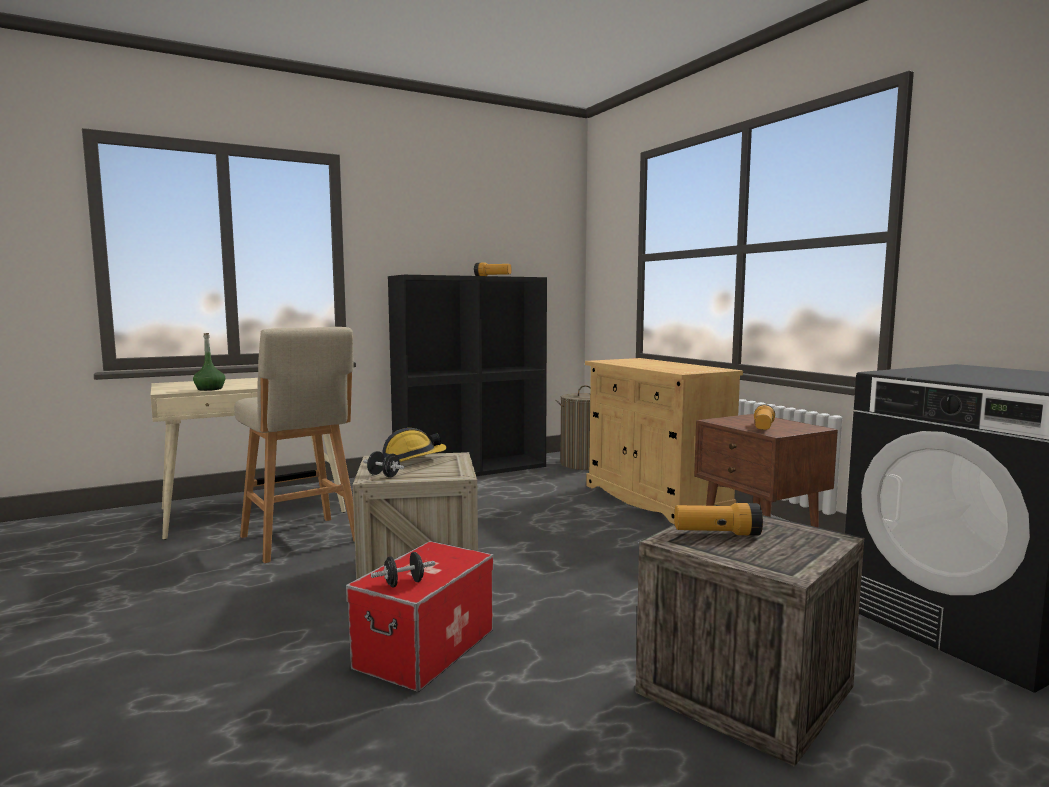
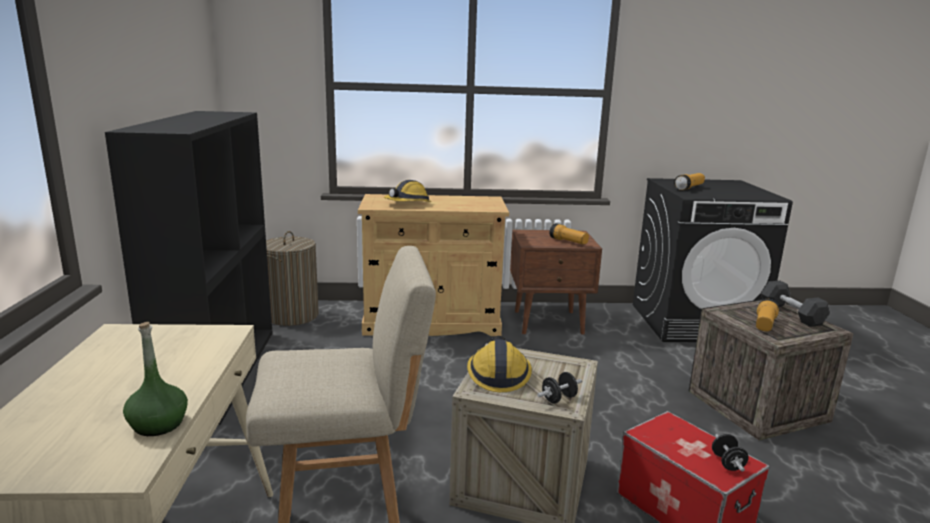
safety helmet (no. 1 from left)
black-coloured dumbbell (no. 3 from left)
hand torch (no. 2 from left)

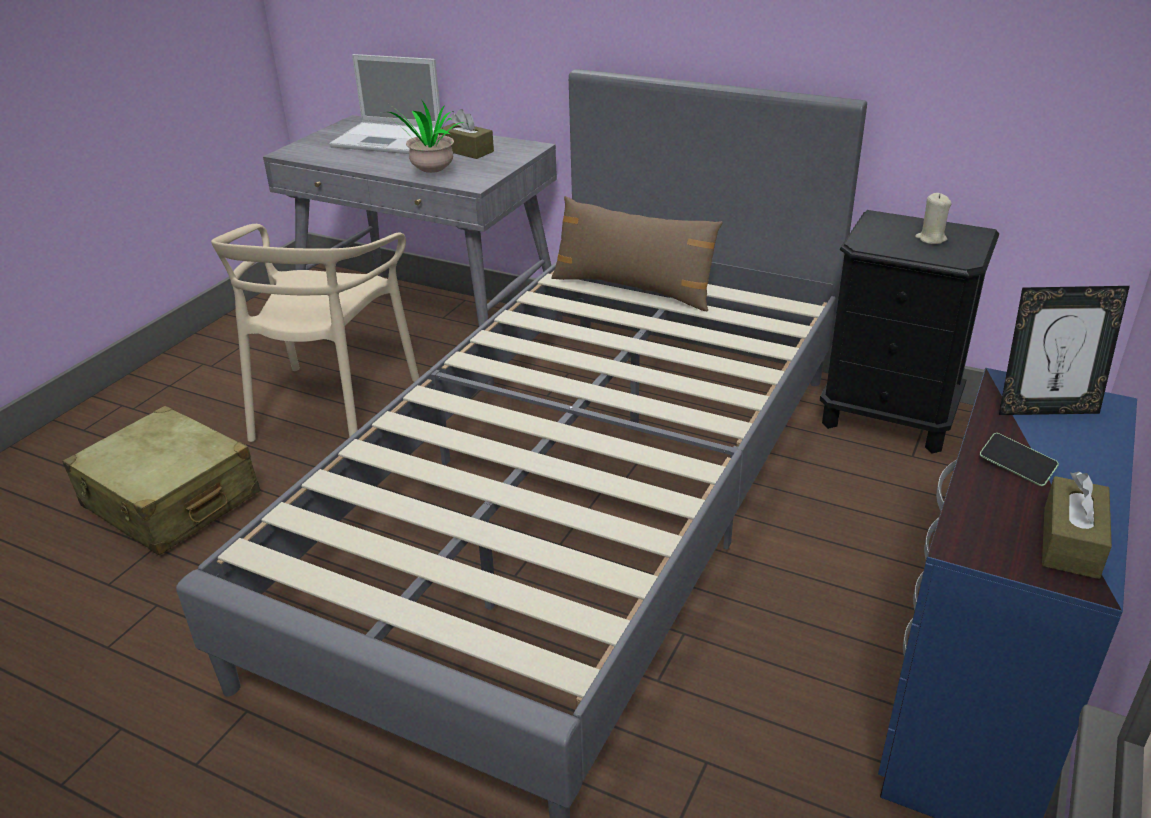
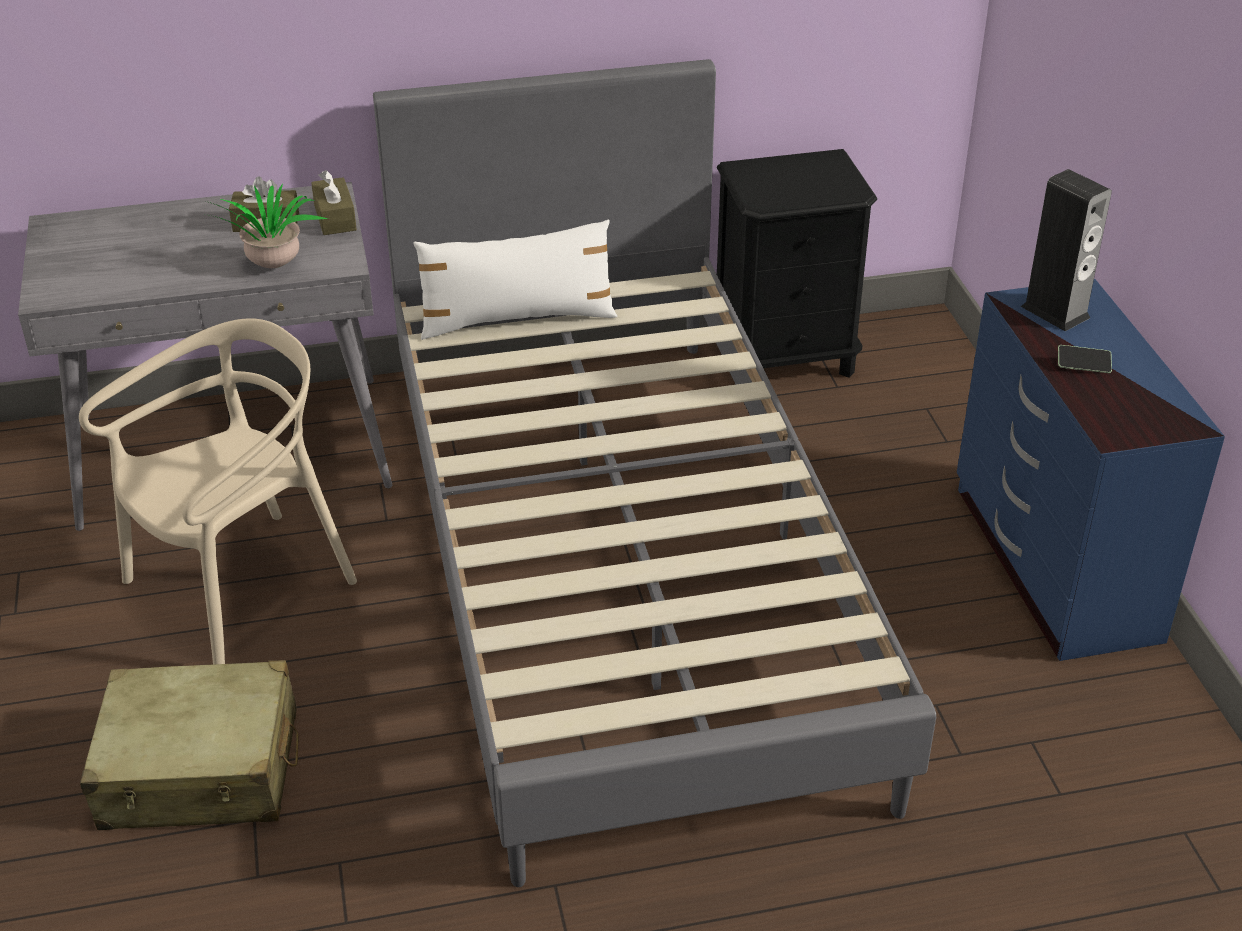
laptop
beige wax candle
brown box of tissues (no. 2 from left)
speaker
white pillow
beige plain chair

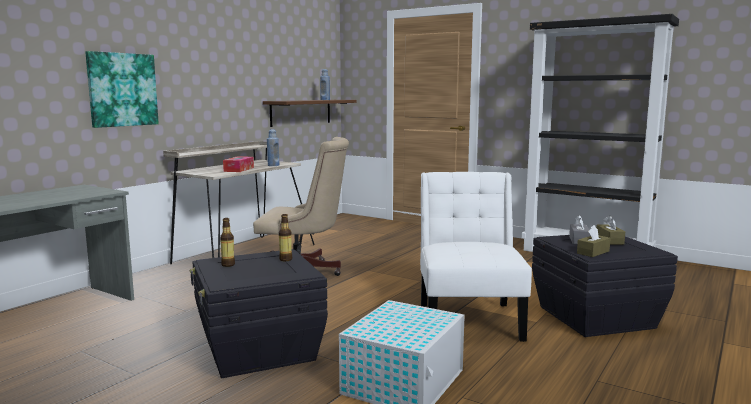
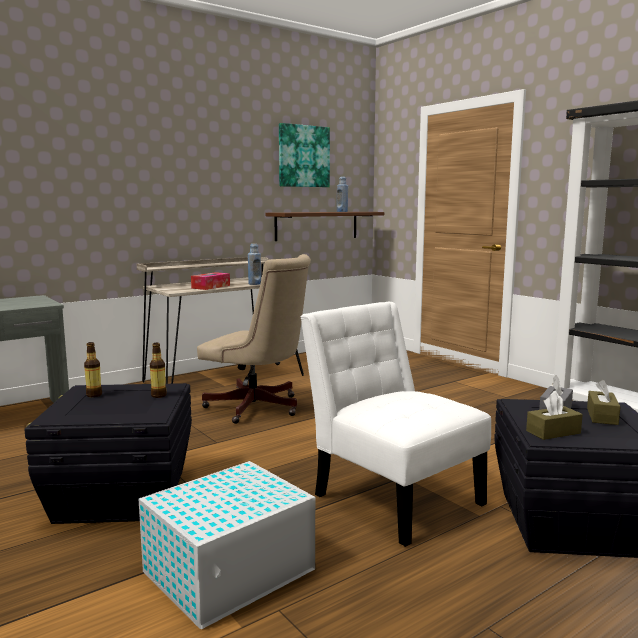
wall art
white plain chair

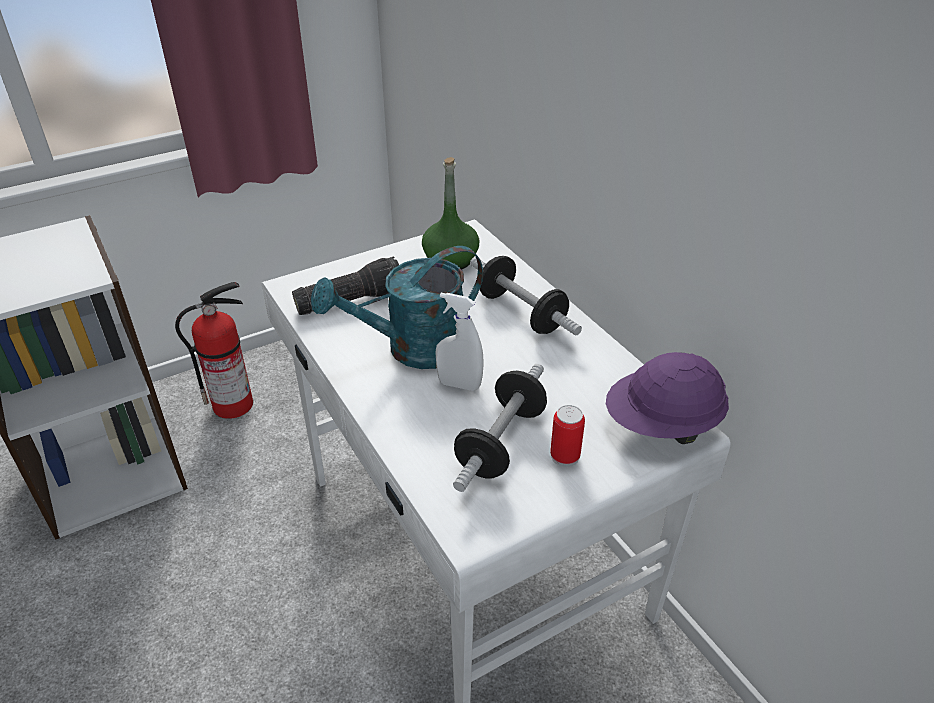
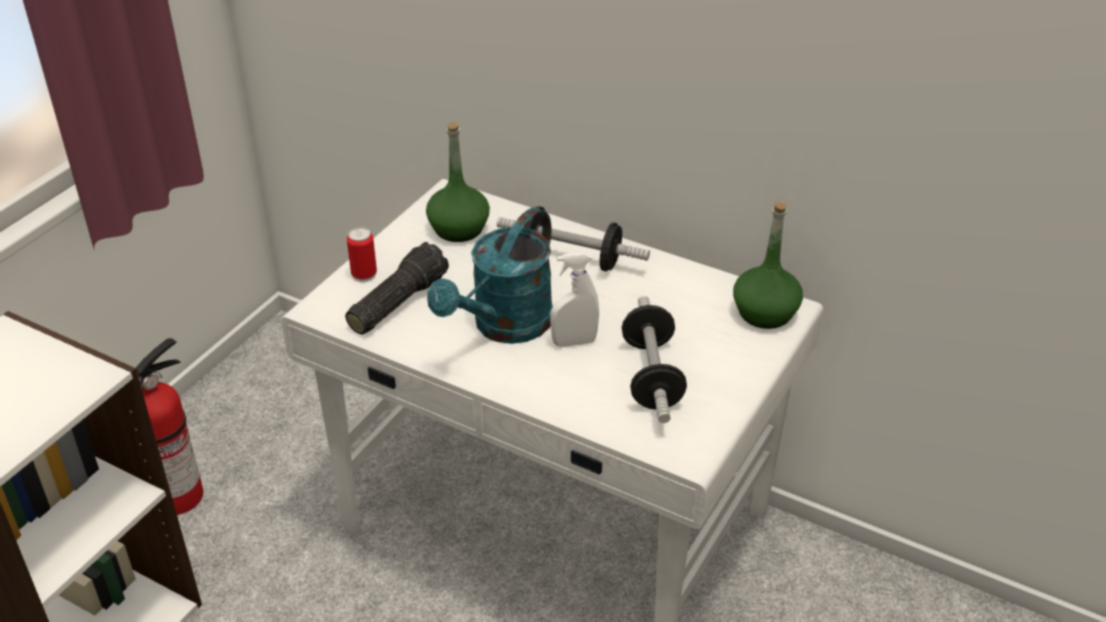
can
green bottle (no. 2 from left)

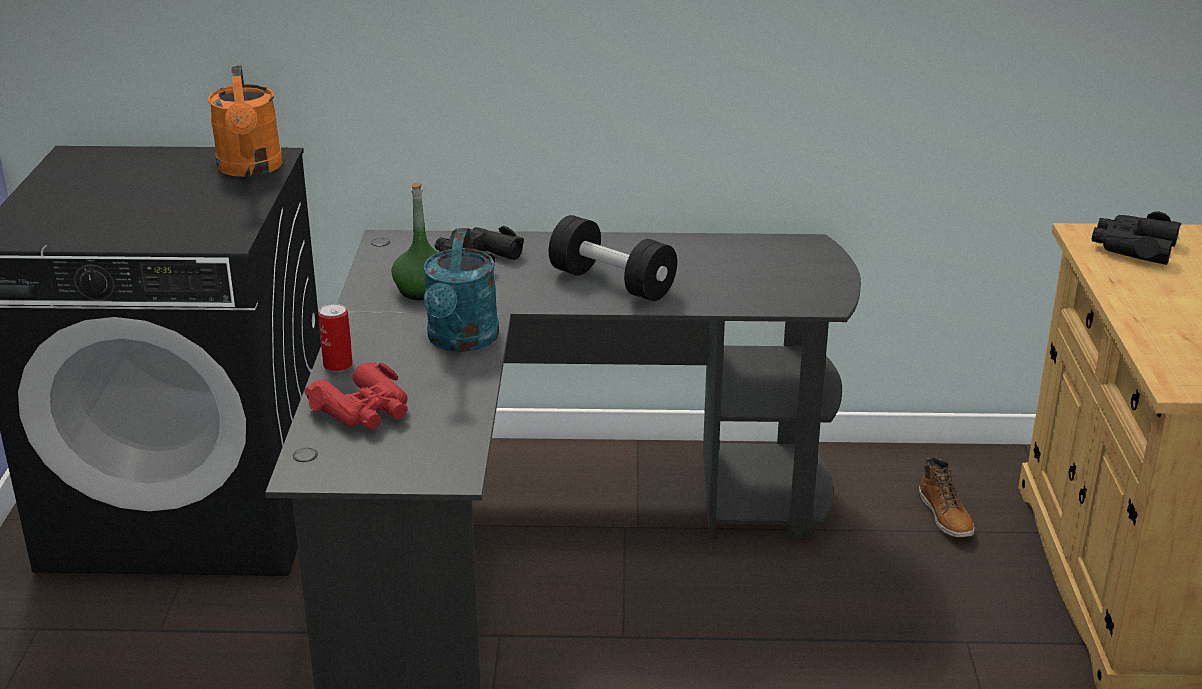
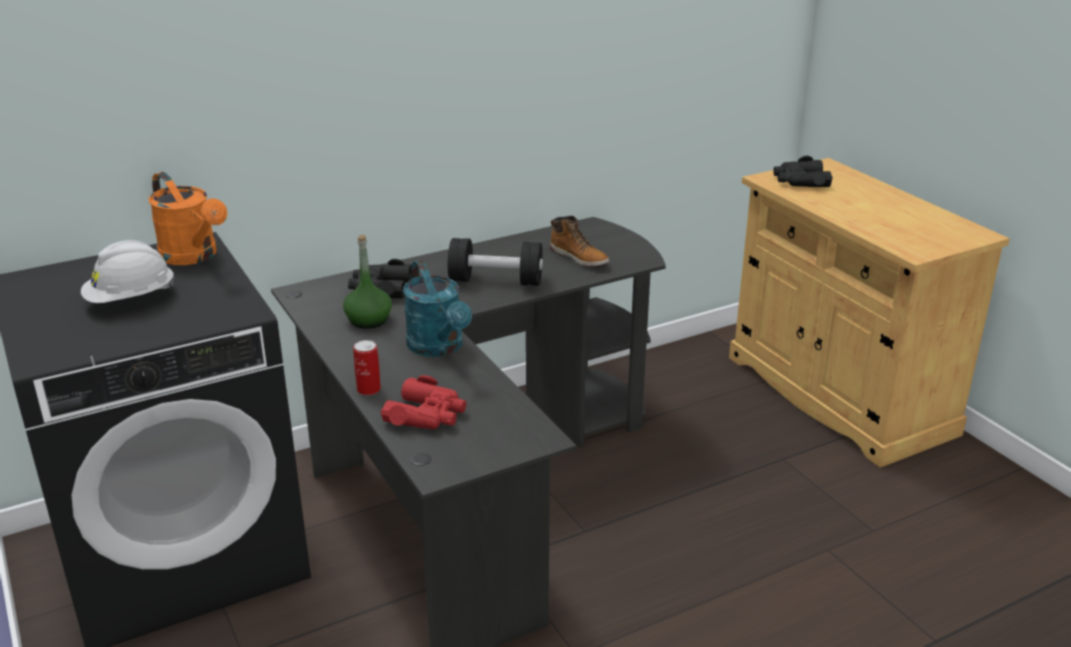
white safety helmet
boot

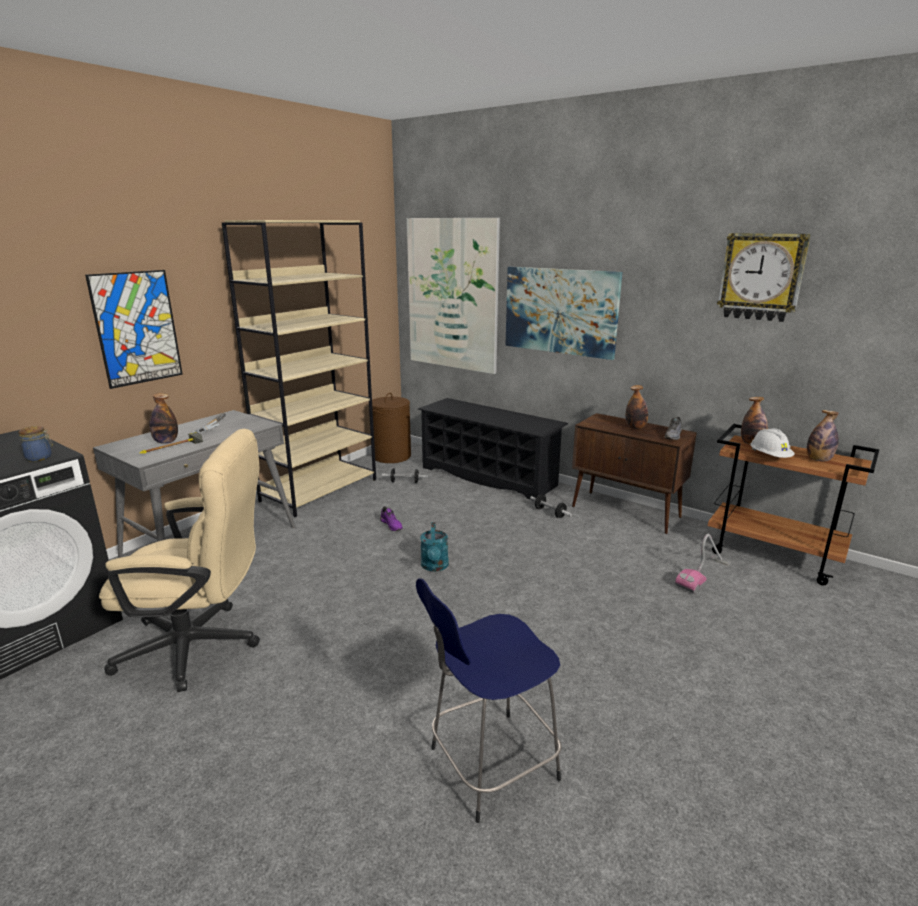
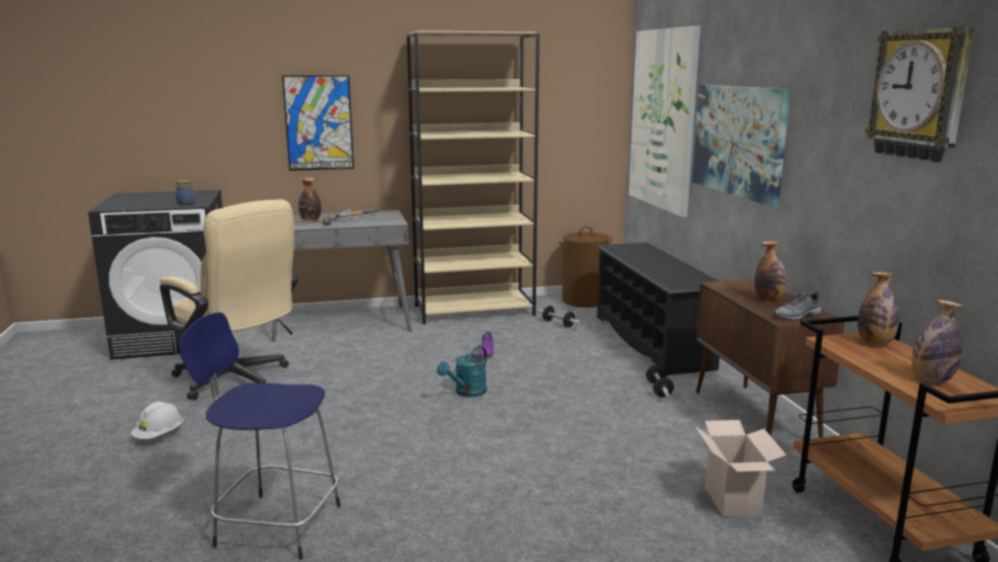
white safety helmet
packing box

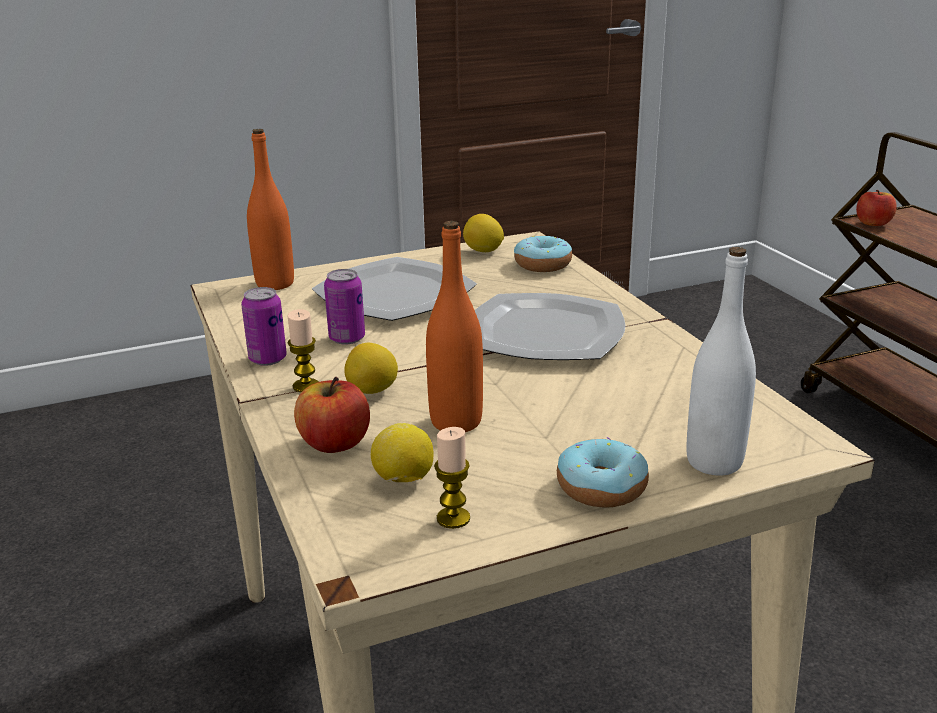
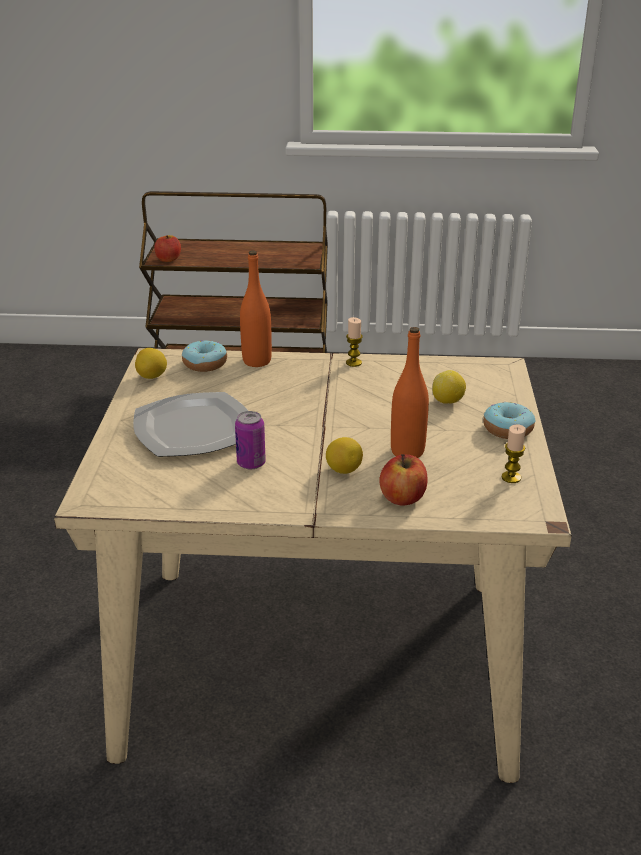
can (no. 1 from left in the first image)
plate (no. 2 from left in the first image)
white bottle
orangey bottle (no. 1 from left)
wax candle (no. 1 from left)
whole lemon (no. 3 from left)

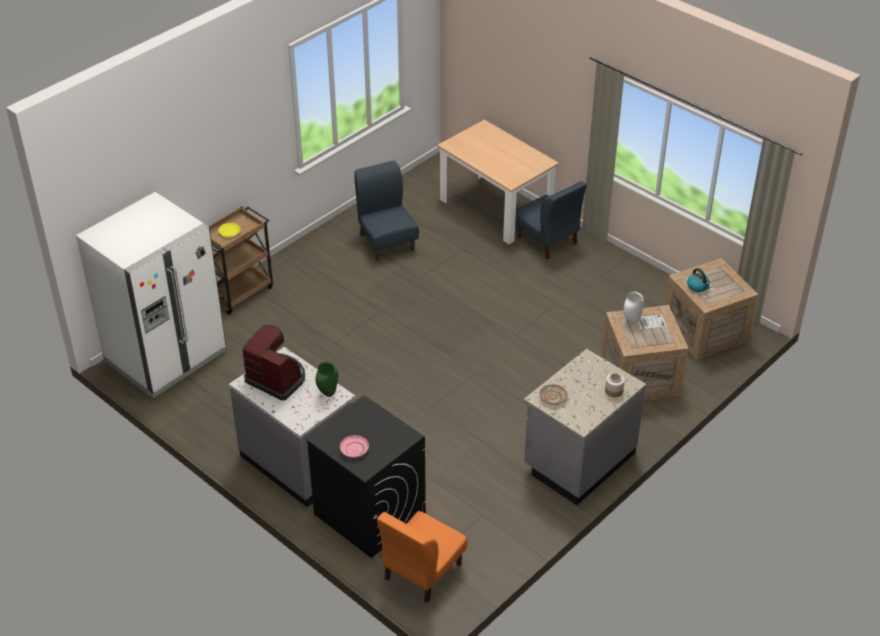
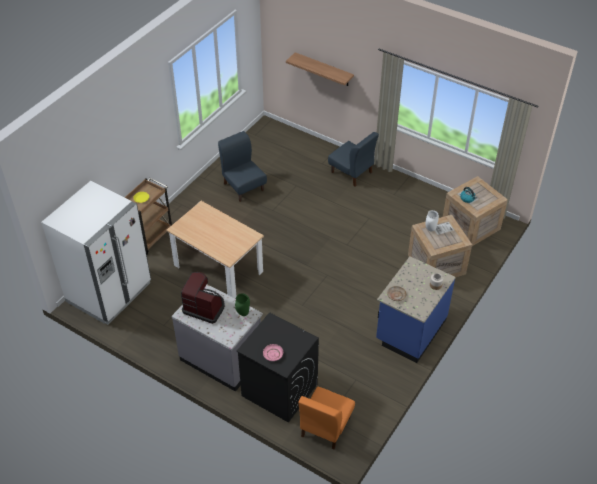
shelf
beige kitchen table
blue-coloured kitchen base unit

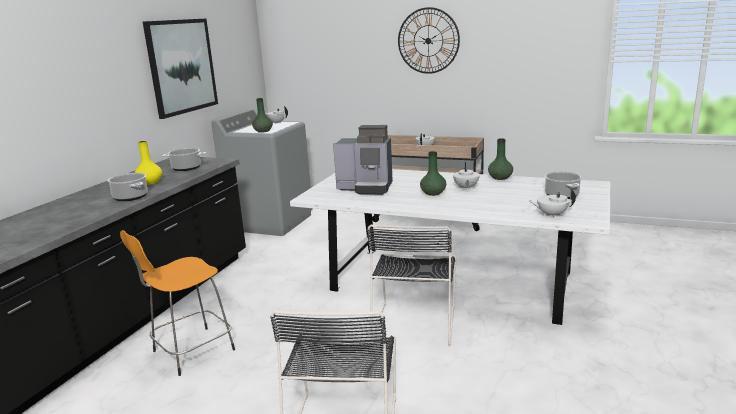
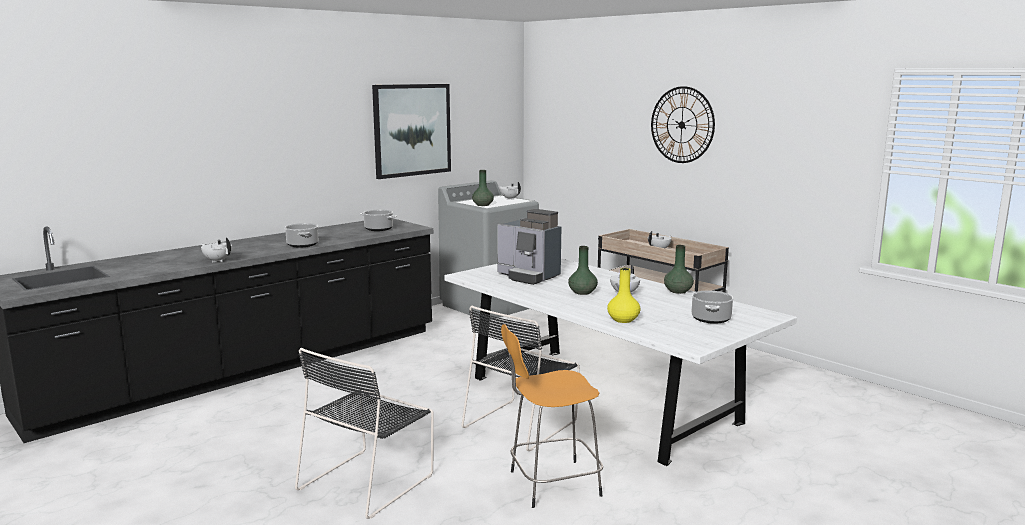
orangey sitting stool
yellow-coloured vase
white teapot (no. 1 from left)

